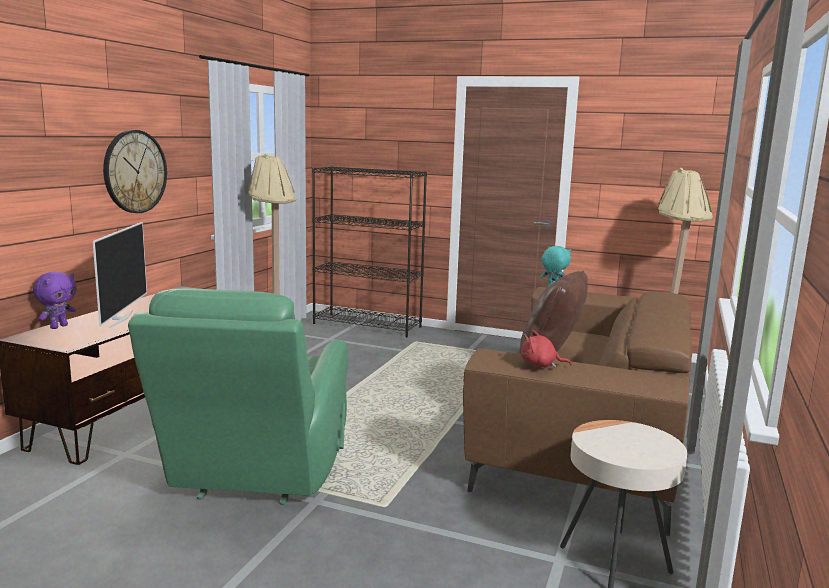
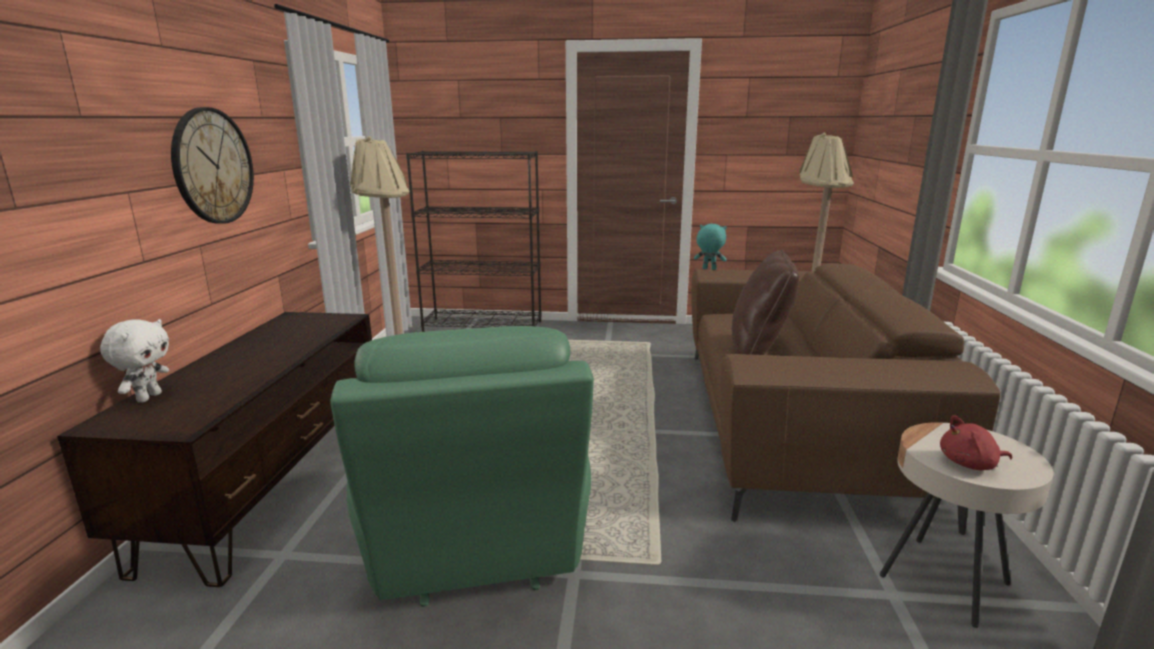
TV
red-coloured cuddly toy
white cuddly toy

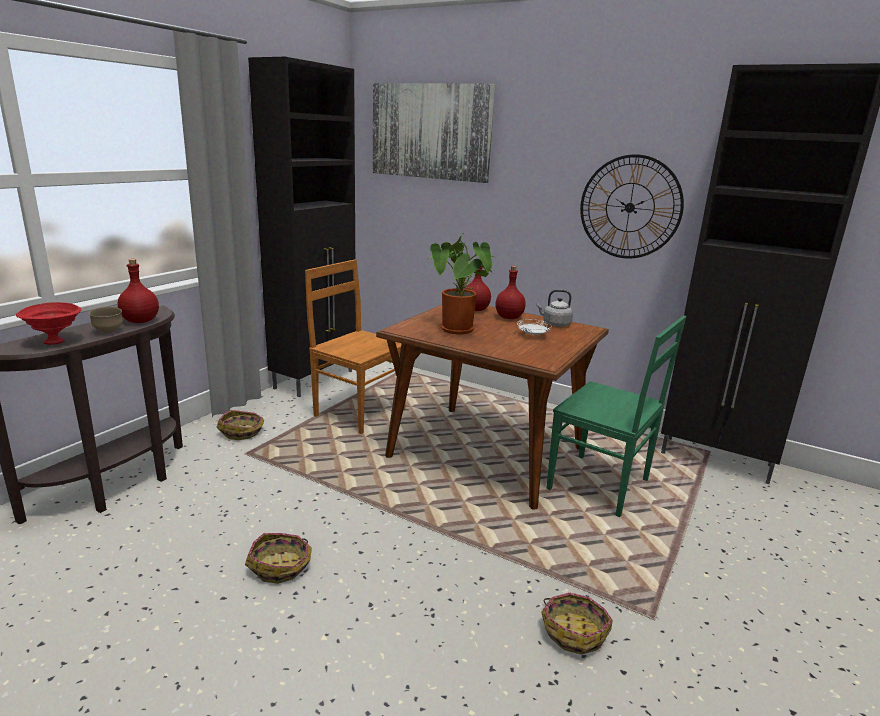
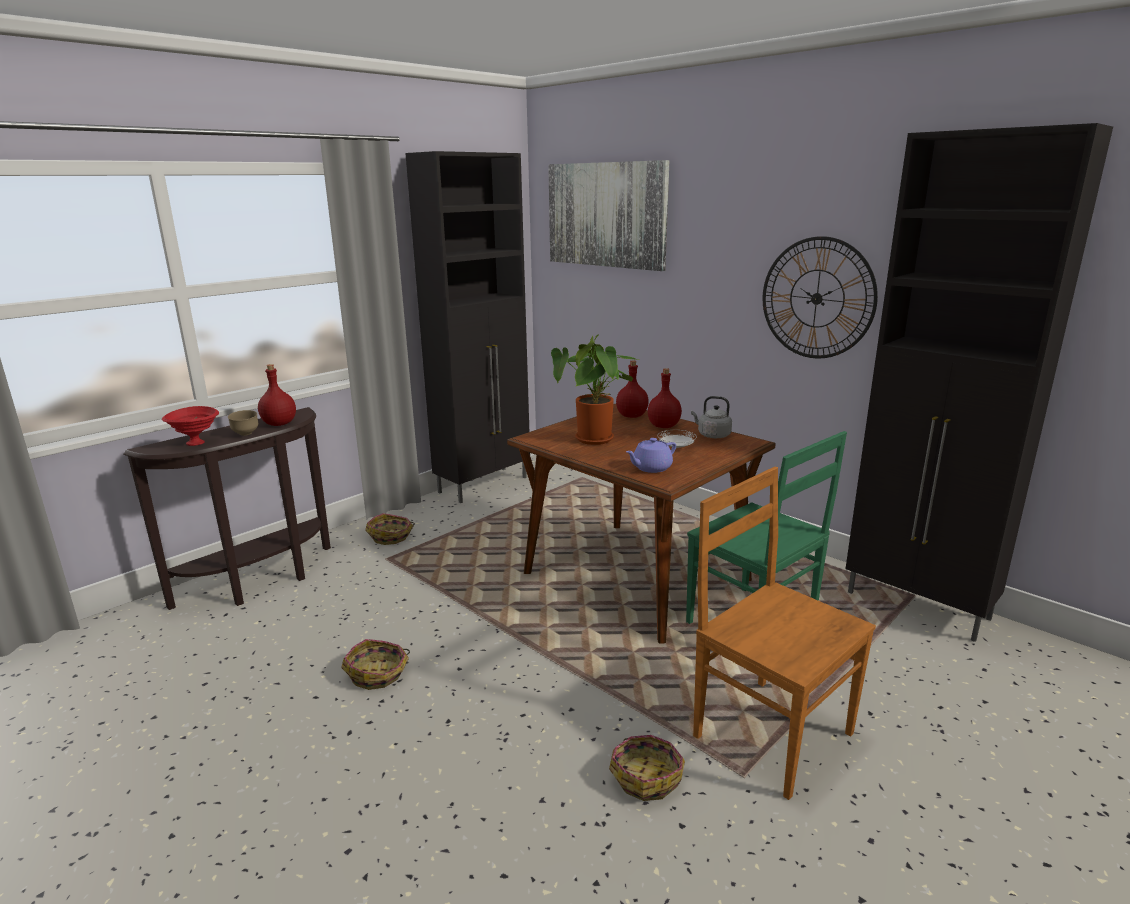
purplish teapot
brown plain chair

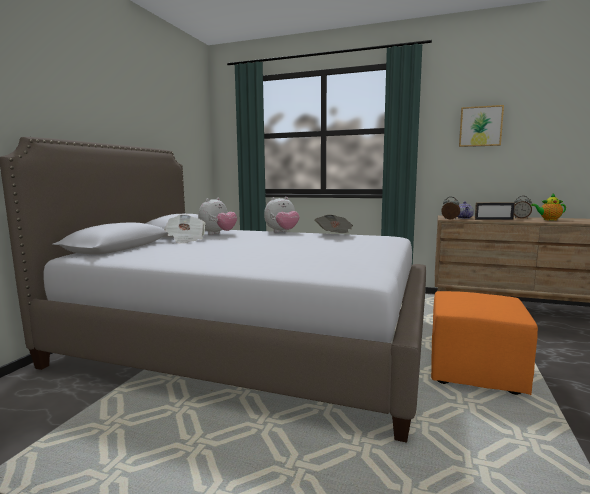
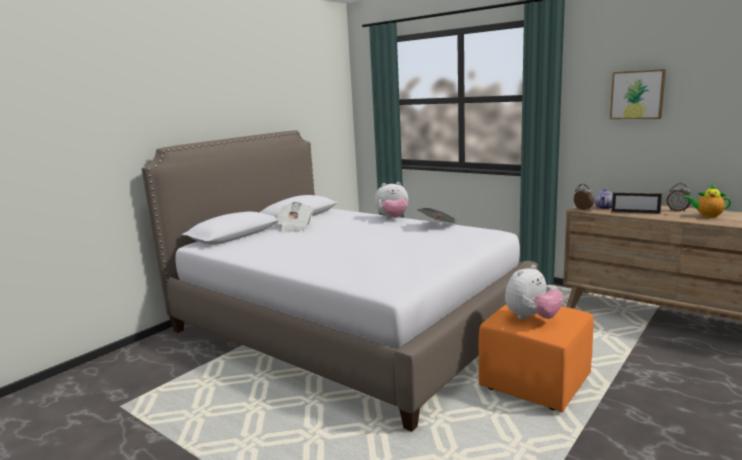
cuddly toy (no. 2 from left)

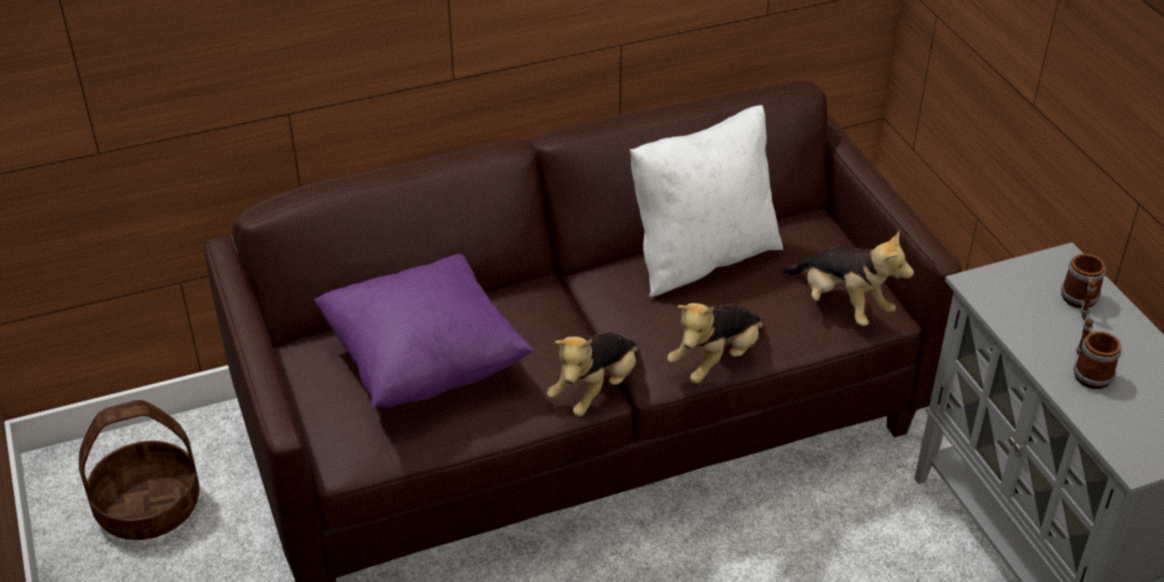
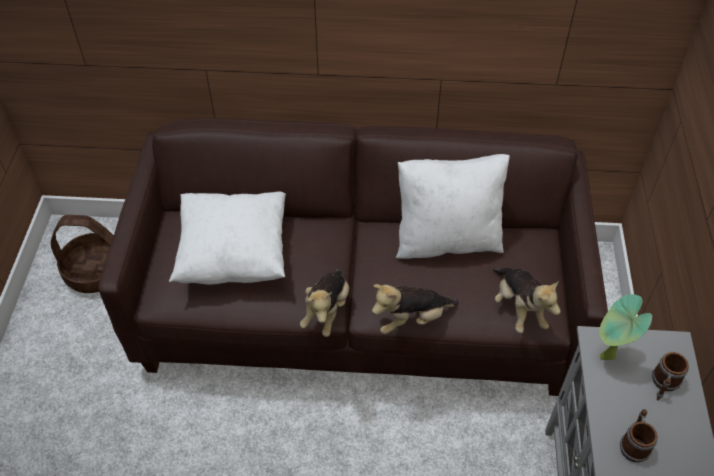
plant in a pot
white pillow (no. 1 from left)
cuddly toy (no. 1 from left)

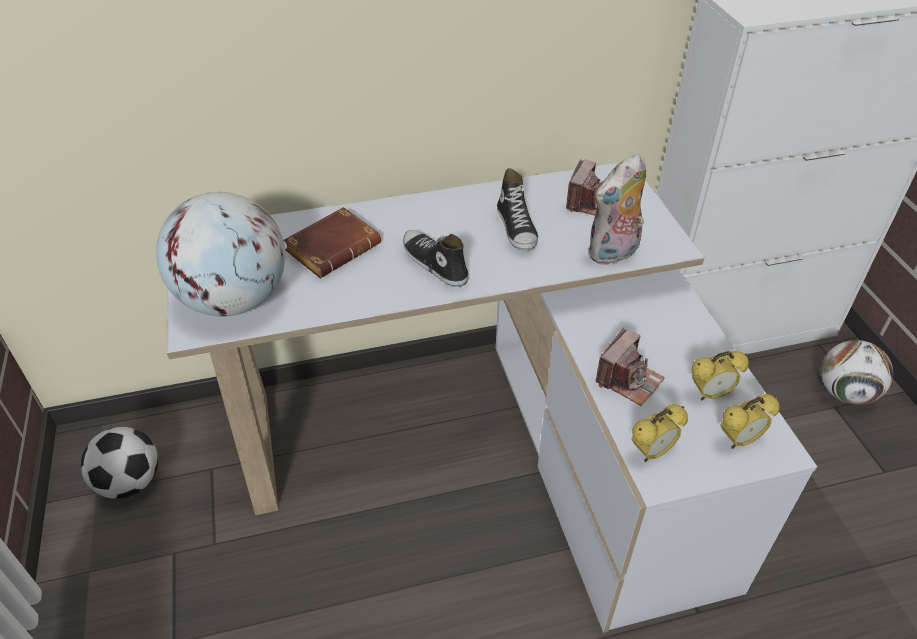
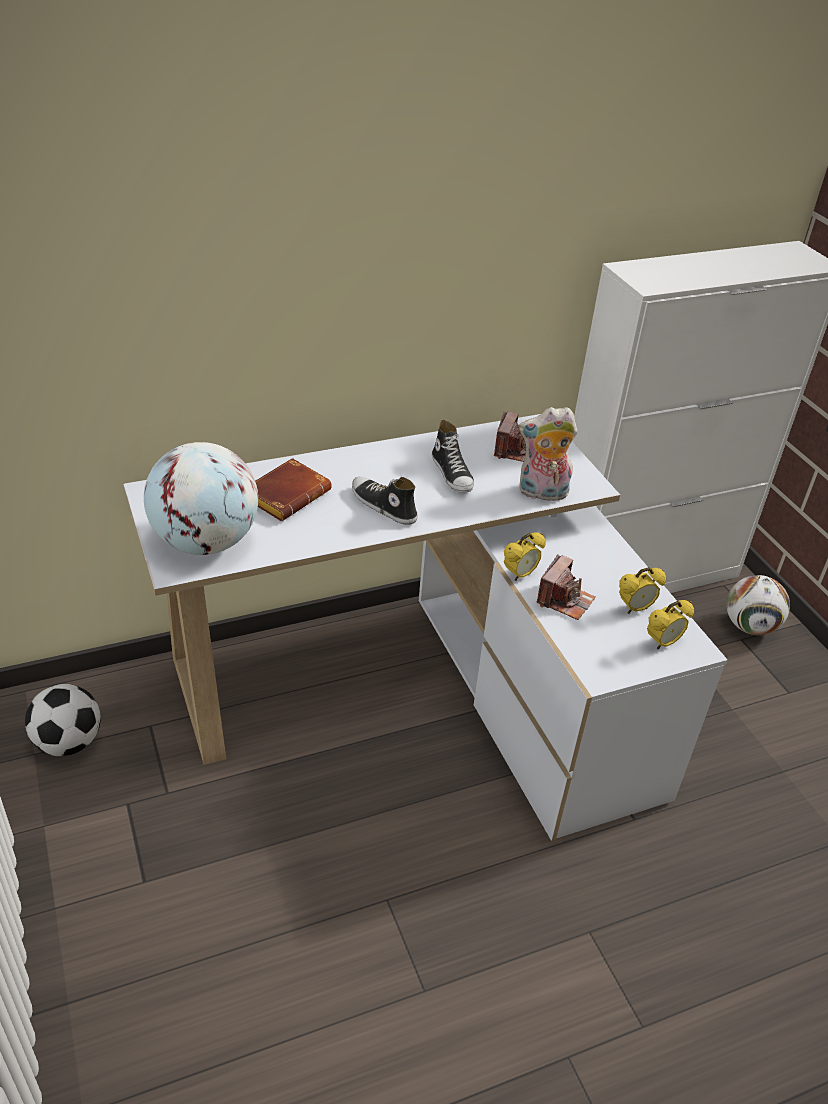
bedside clock (no. 1 from left)
cuddly toy

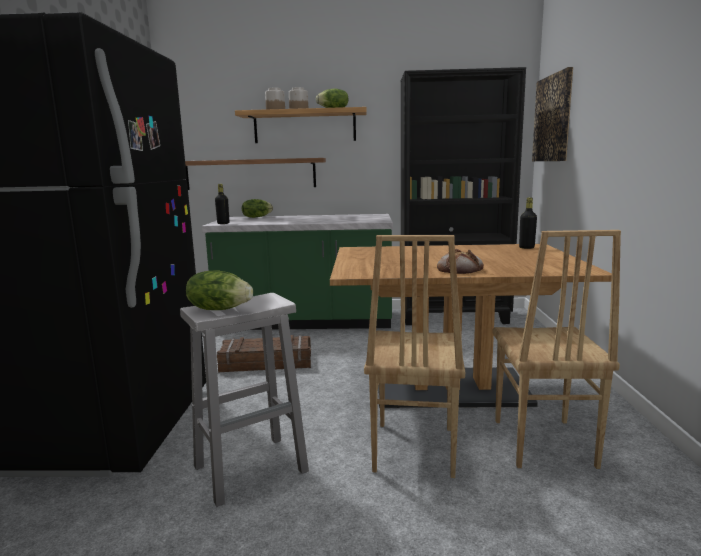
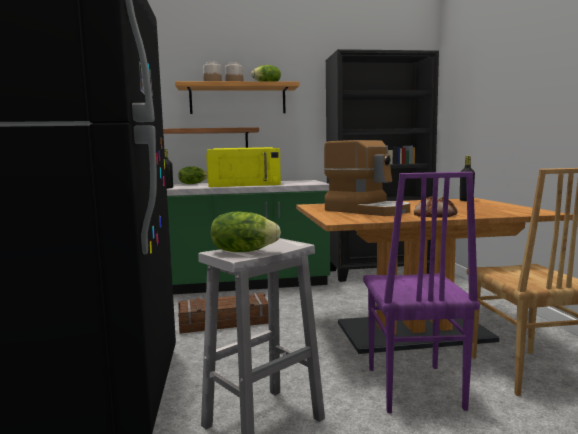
wall art
yellow-coloured kitchen microwave
coffee brewer
purplish plain chair

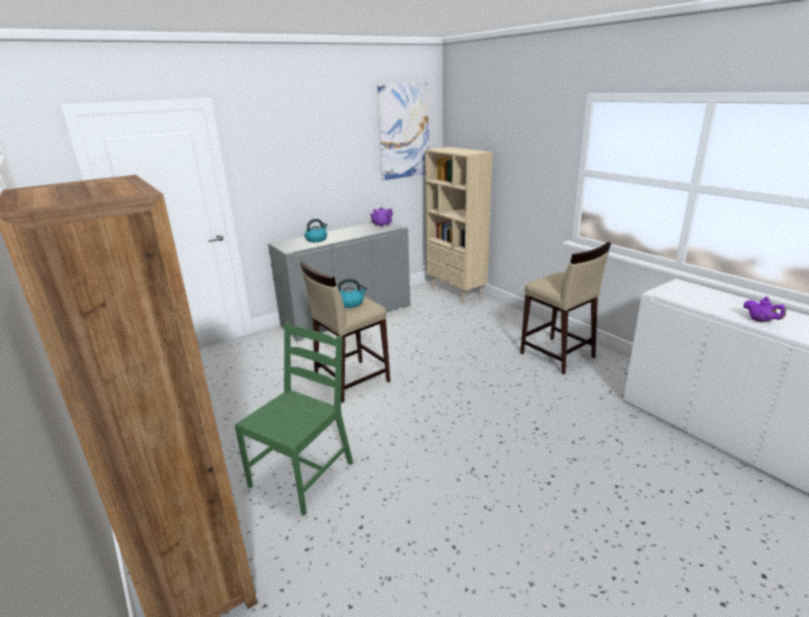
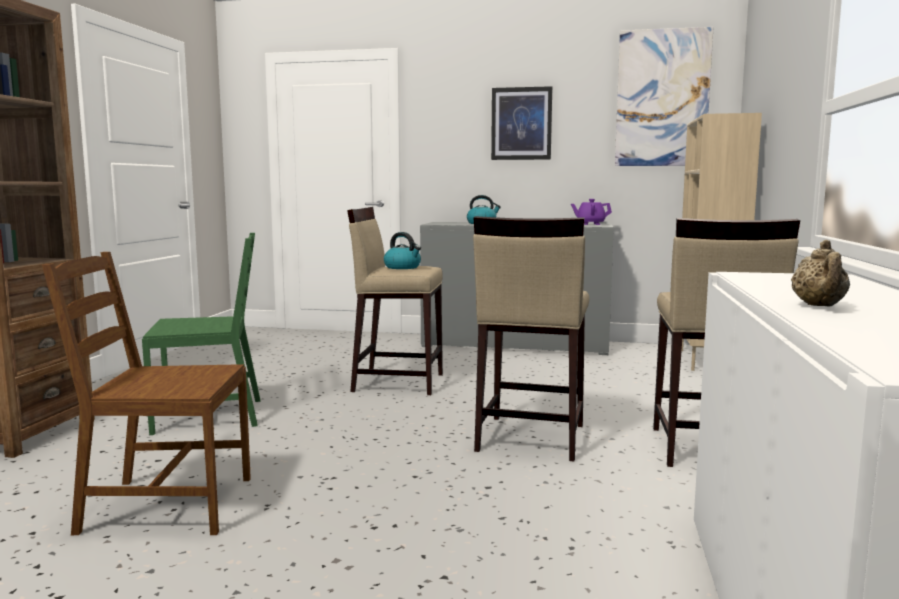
brown plain chair
beige sitting stool (no. 2 from left)
wall art (no. 1 from left)
beige teapot

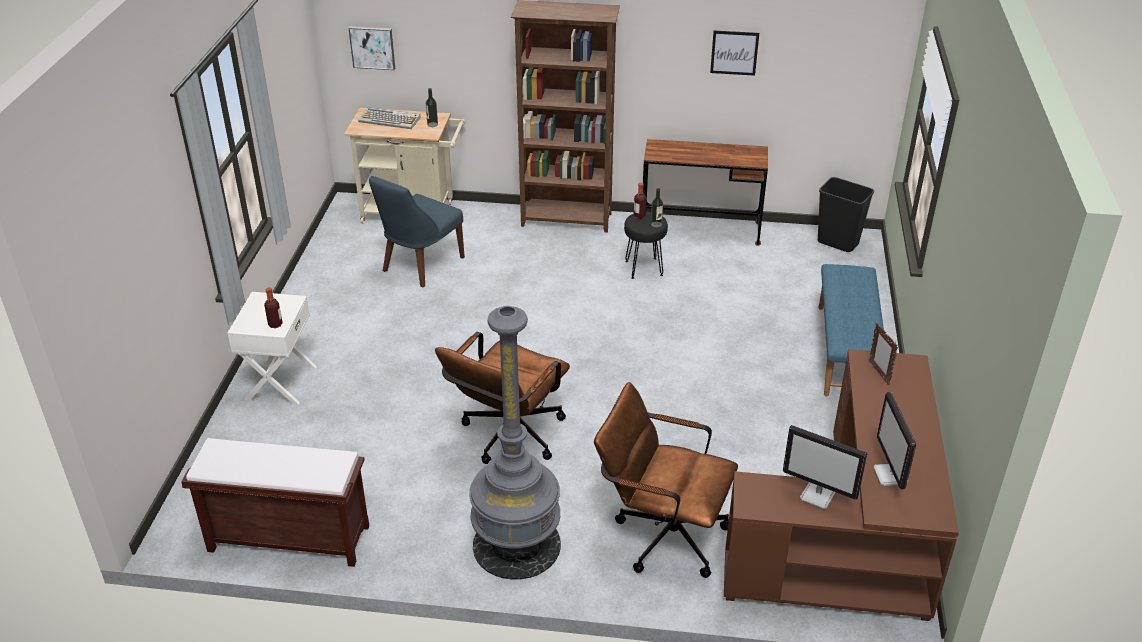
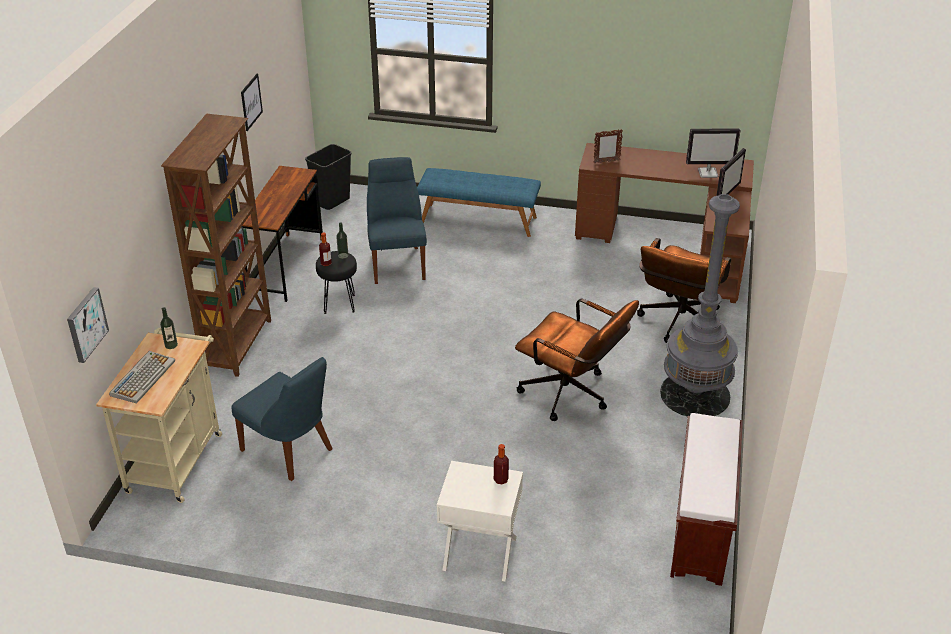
blue-coloured plain chair (no. 2 from left)

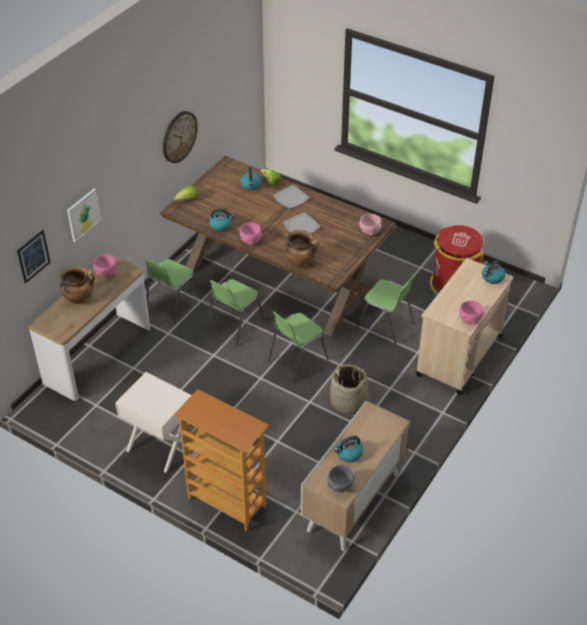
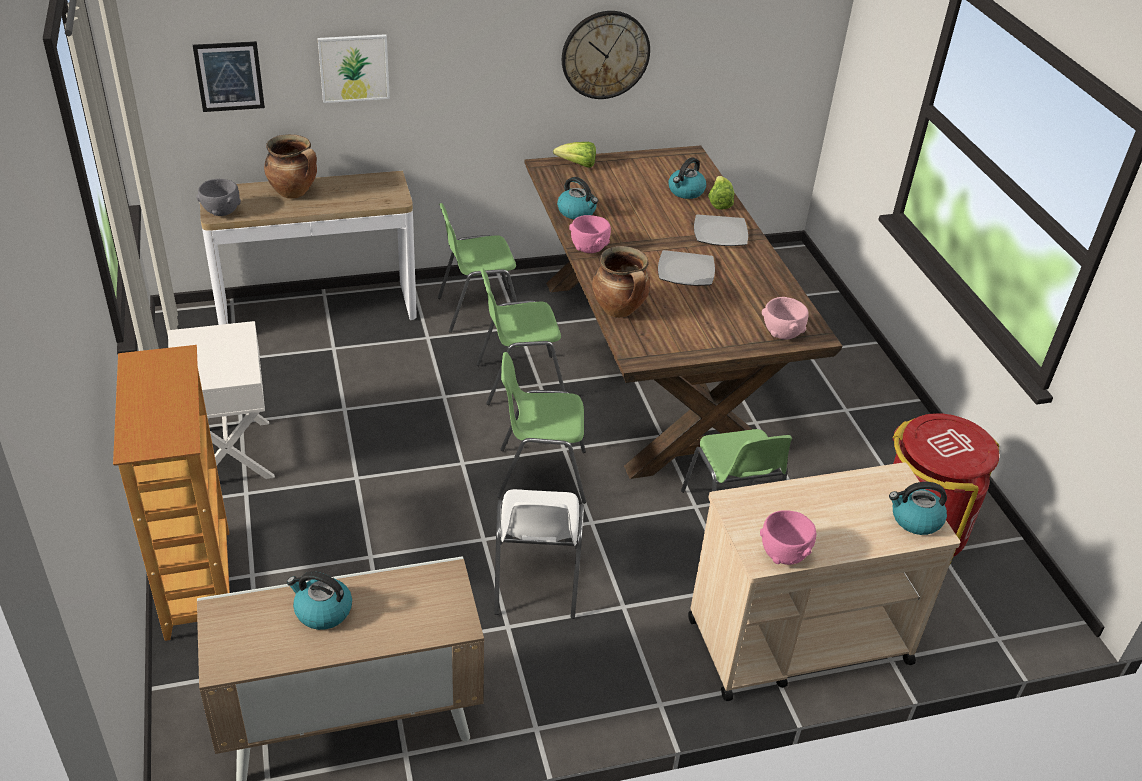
pink-coloured bowl (no. 1 from left in the first image)
gray bowl
white plain chair

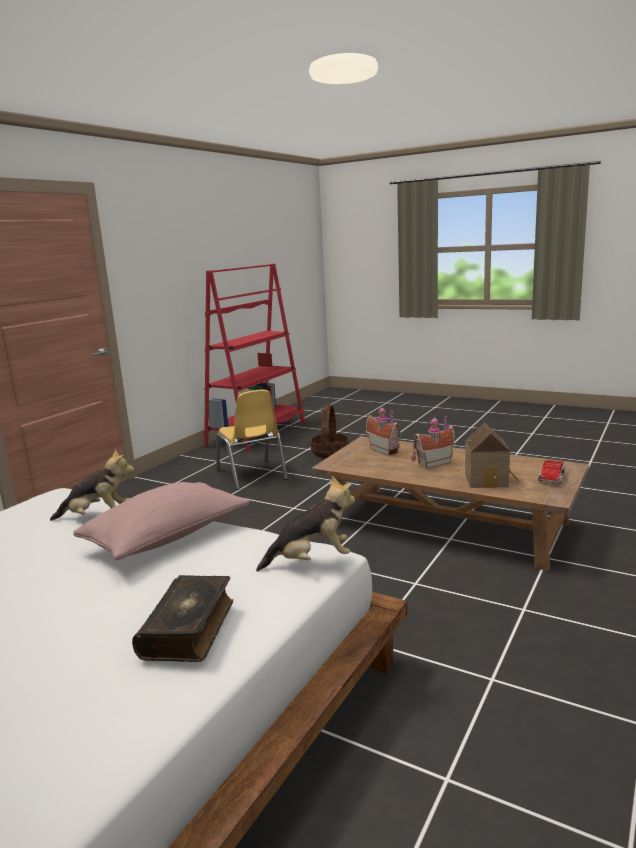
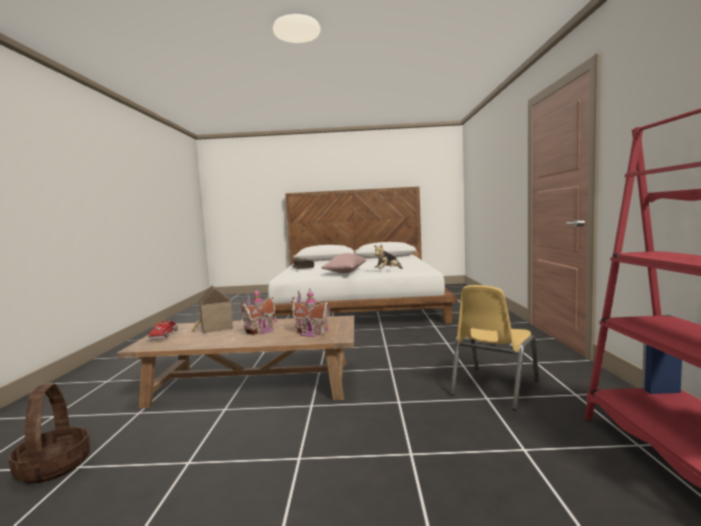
cuddly toy (no. 2 from left in the first image)
basket
yellow-coloured plain chair

